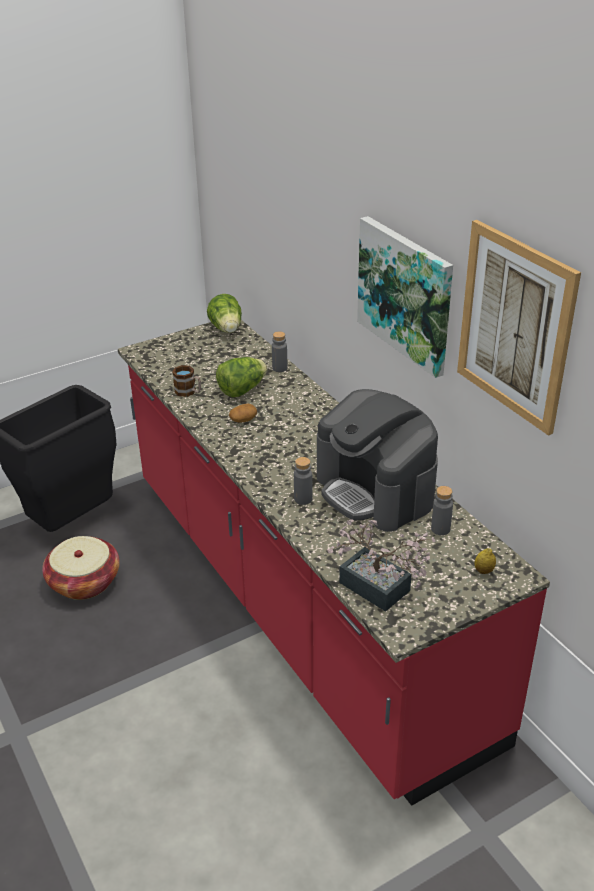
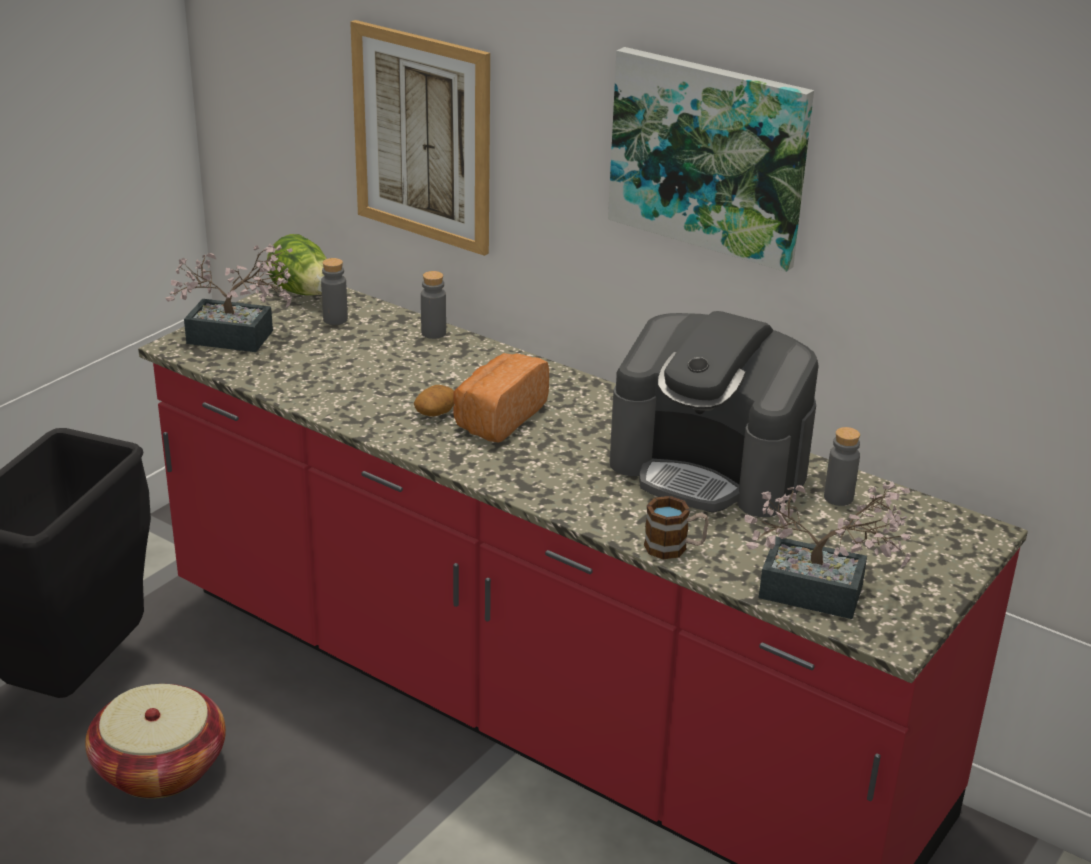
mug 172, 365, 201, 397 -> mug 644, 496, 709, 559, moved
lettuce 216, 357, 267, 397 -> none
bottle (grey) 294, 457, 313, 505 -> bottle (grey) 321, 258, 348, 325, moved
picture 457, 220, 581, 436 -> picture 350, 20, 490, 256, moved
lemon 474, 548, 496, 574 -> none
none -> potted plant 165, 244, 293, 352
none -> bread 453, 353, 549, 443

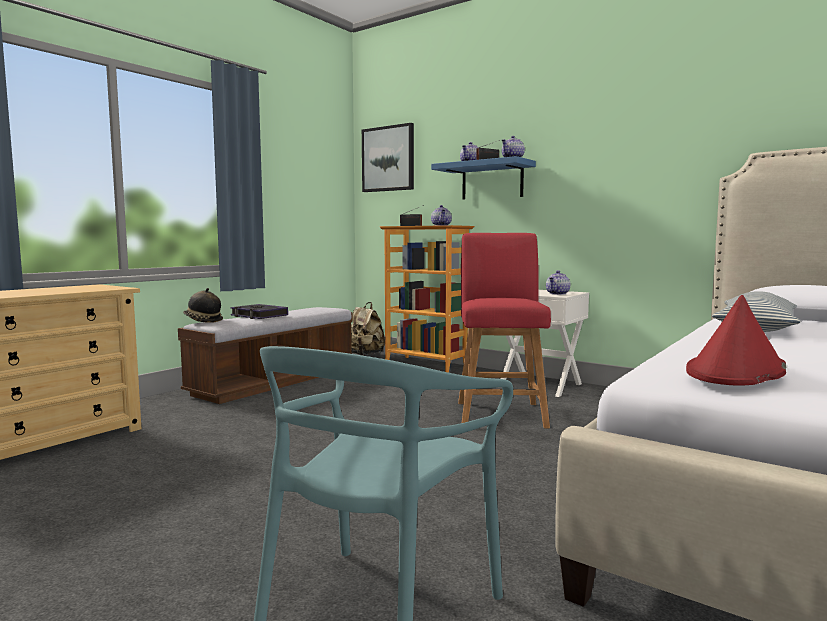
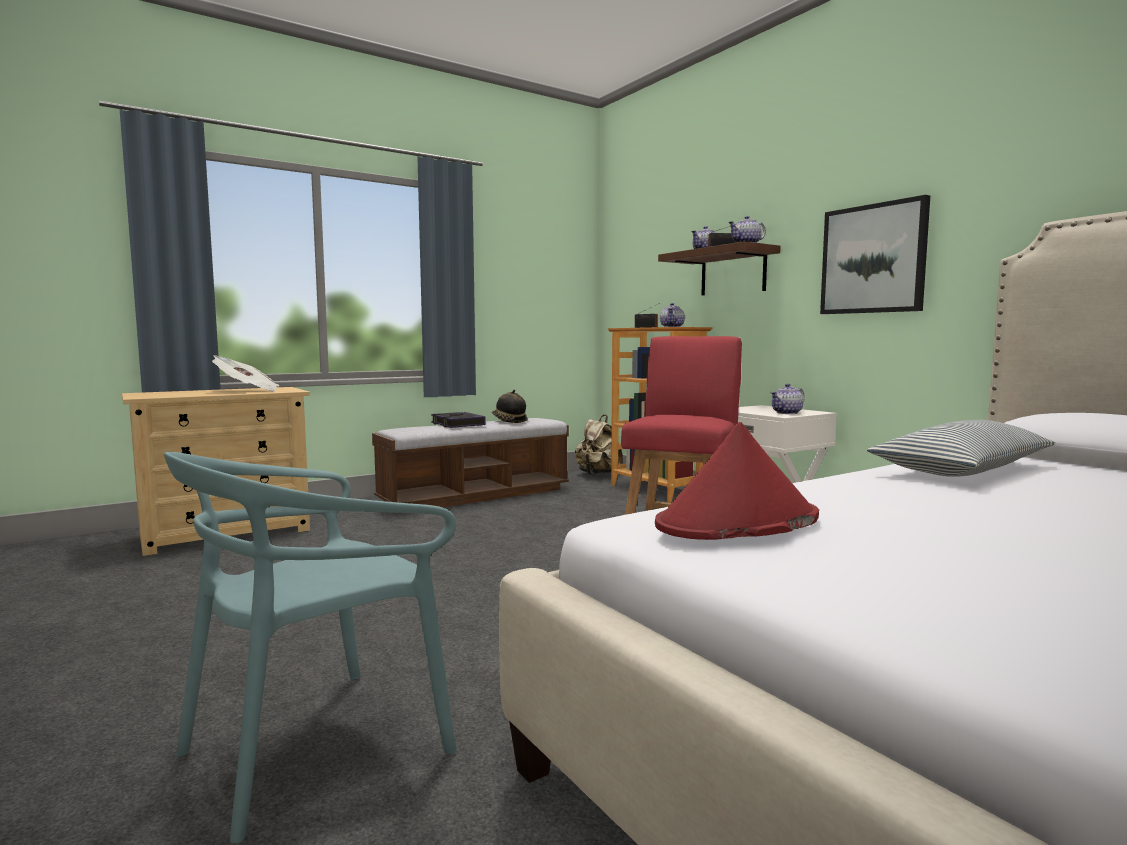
hat 183, 288, 223, 323 -> hat 492, 390, 528, 423, moved
picture 362, 123, 414, 192 -> picture 820, 195, 930, 314, moved
shelf (blue) 431, 156, 536, 199 -> shelf (brown) 658, 241, 781, 295
none -> newspaper 212, 355, 279, 392

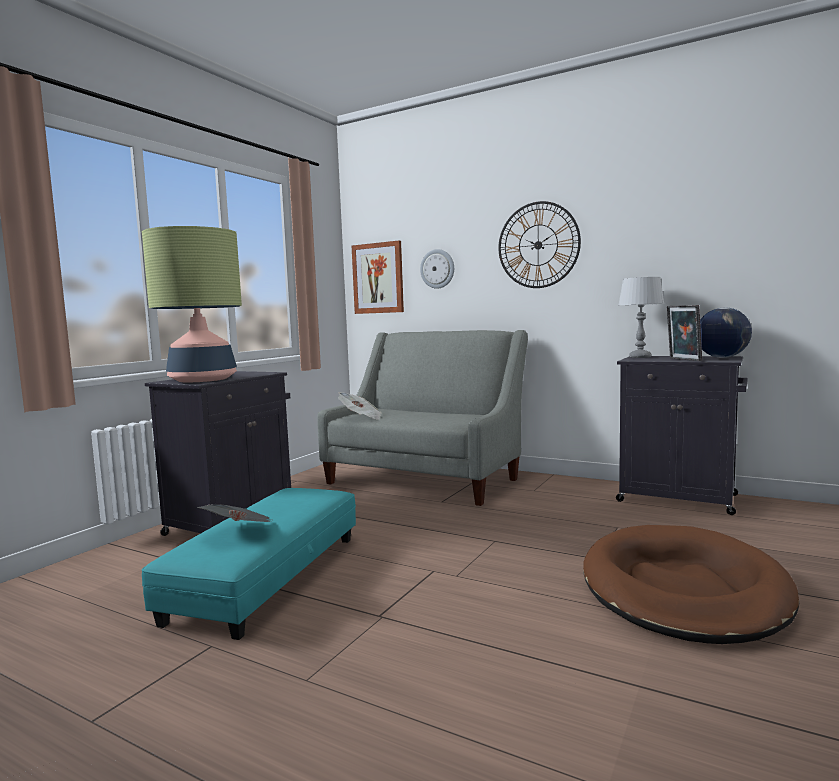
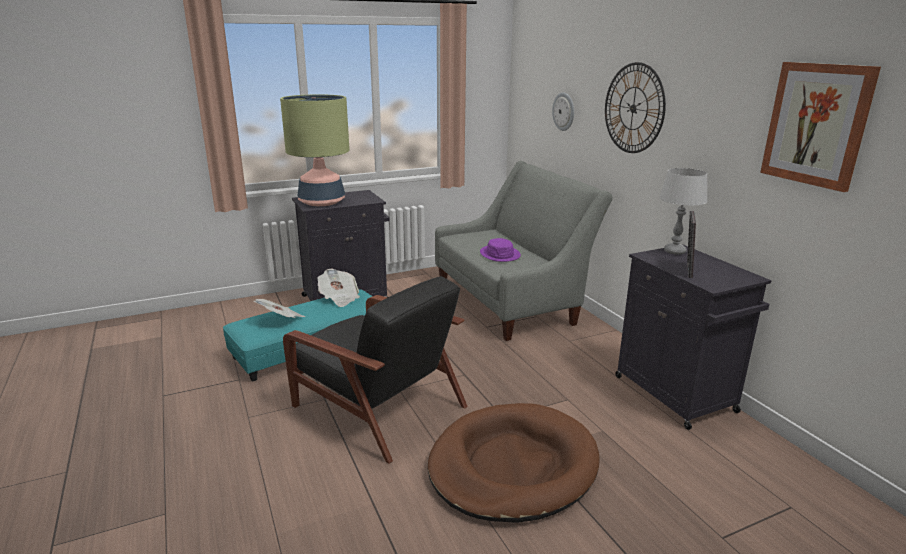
newspaper 338, 392, 382, 420 -> newspaper 317, 269, 360, 307, moved
picture 352, 240, 404, 314 -> picture 760, 62, 881, 192, moved
globe 700, 307, 752, 358 -> none
none -> armchair (black) 283, 276, 468, 464
none -> hat (purple) 480, 238, 521, 262

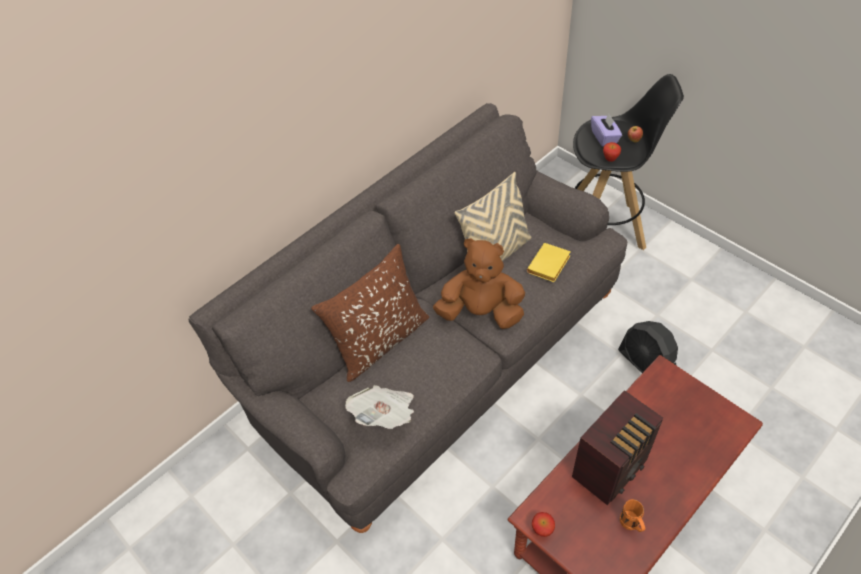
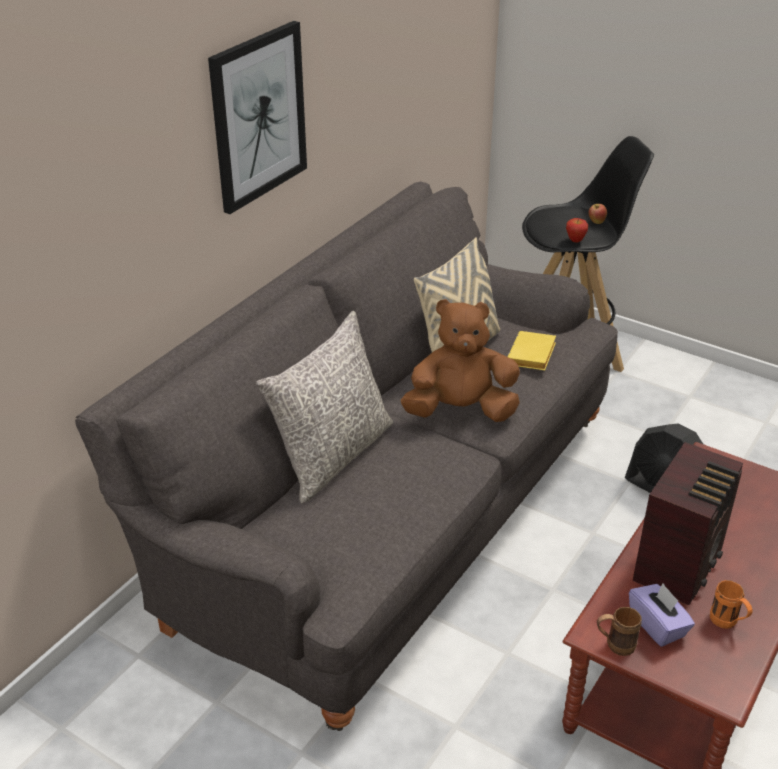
pillow (brown) 311, 244, 429, 382 -> pillow (grey) 256, 311, 393, 503
newspaper 345, 385, 414, 429 -> none
apple 532, 512, 555, 537 -> mug (brown) 597, 607, 642, 656
tissue box (purple) 591, 114, 622, 147 -> tissue box (purple) 629, 583, 695, 647, moved
none -> picture 208, 21, 307, 214

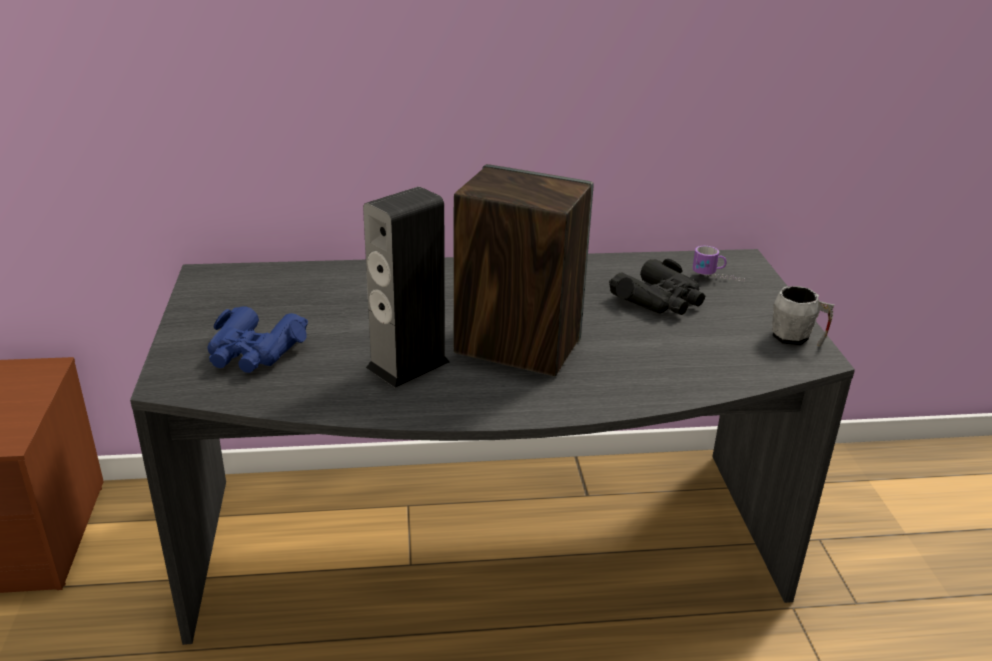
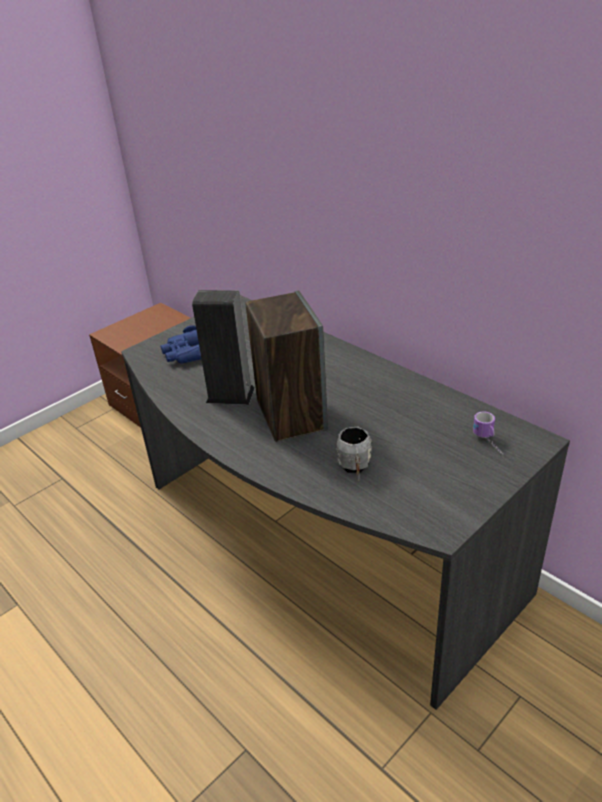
binoculars (black) 609, 259, 706, 315 -> none
mug (grey) 772, 286, 835, 346 -> mug (grey) 337, 427, 372, 481, moved

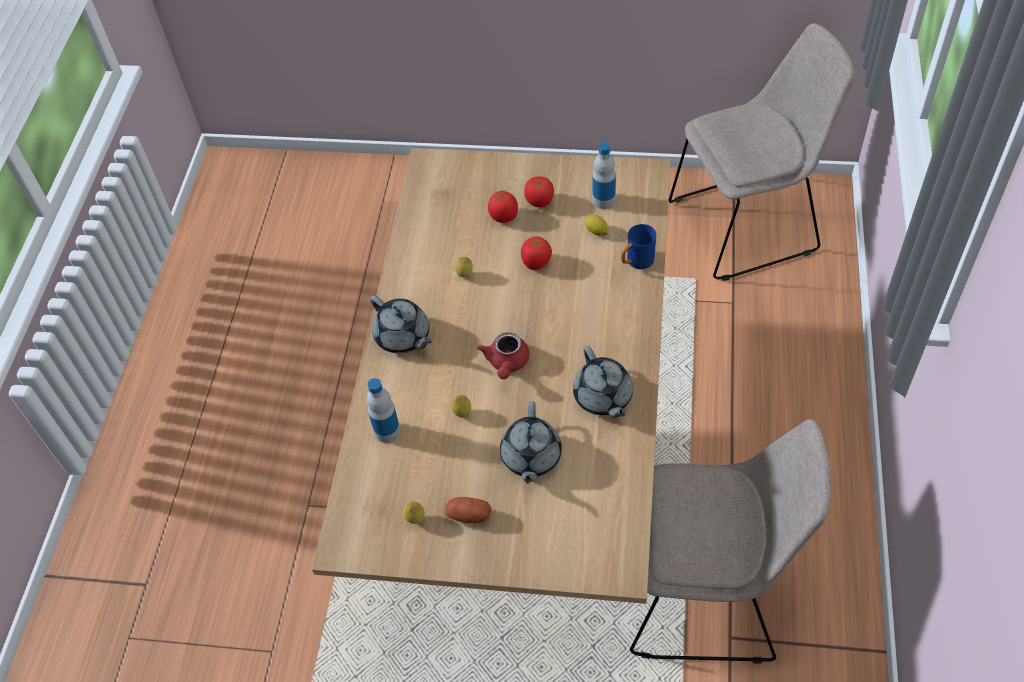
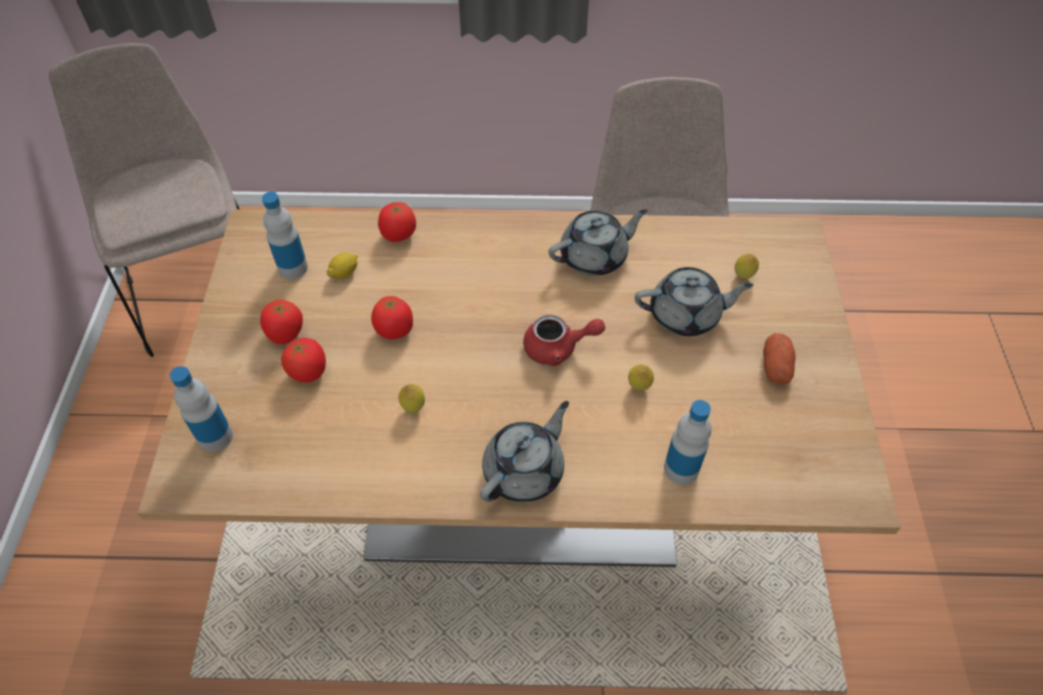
lemon 403, 502, 425, 524 -> lemon 734, 254, 759, 279, moved
mug (blue) 621, 224, 656, 269 -> tomato 378, 202, 416, 242
none -> bottle 170, 366, 233, 452

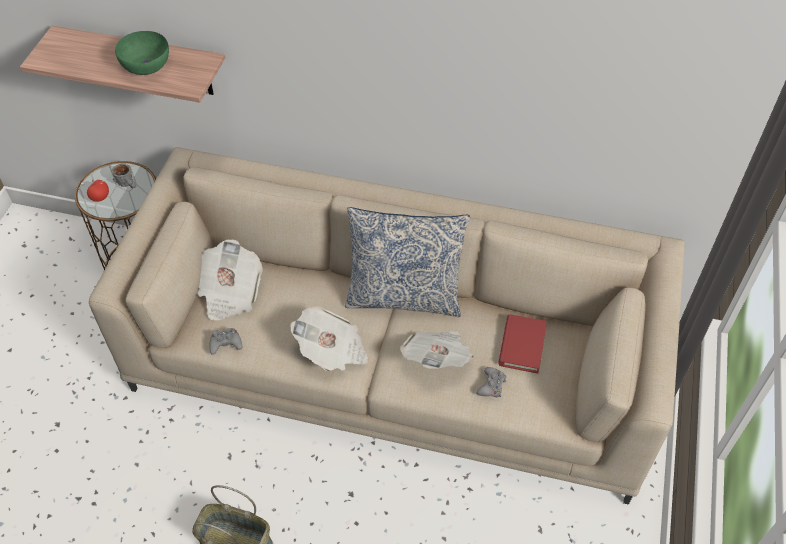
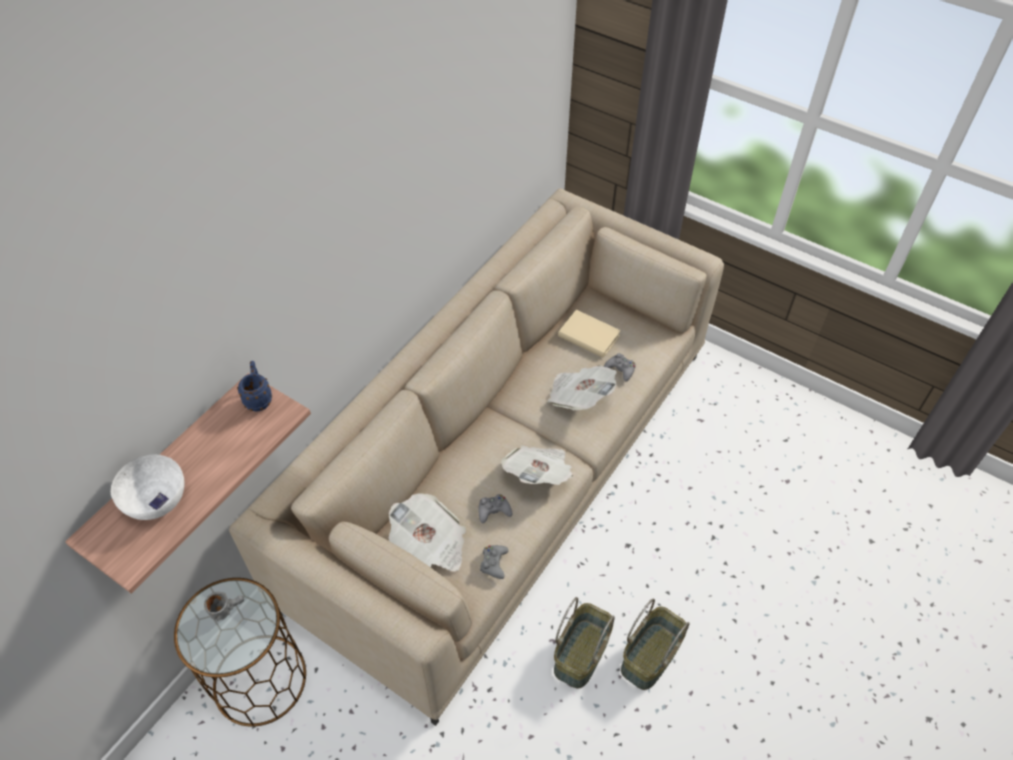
apple 87, 180, 109, 202 -> none
bowl (green) 115, 31, 169, 75 -> none
pillow 345, 207, 470, 317 -> none
book (red) 498, 314, 547, 373 -> book (beige) 558, 310, 621, 358
none -> bowl (white) 111, 455, 185, 520
none -> mug (blue) 237, 361, 272, 412
none -> game controller (grey) 478, 494, 512, 523
none -> basket 554, 597, 615, 688

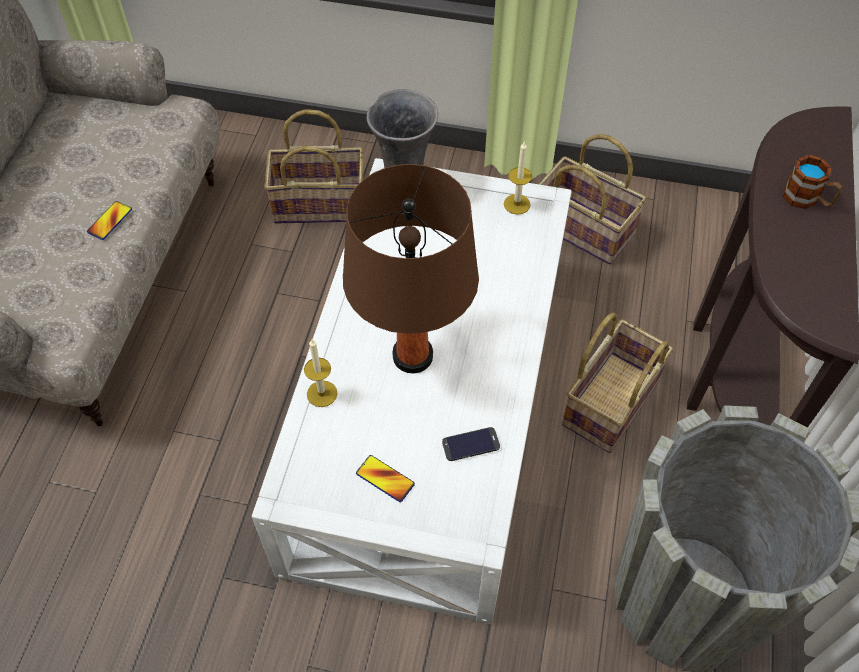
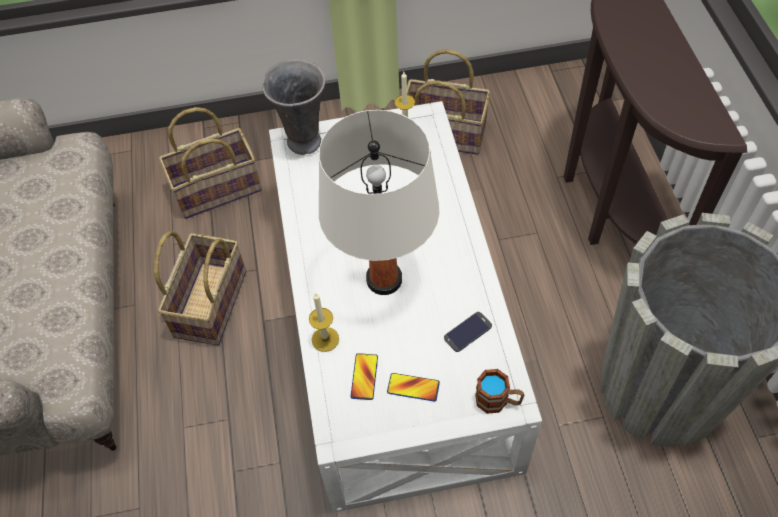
phone 87, 201, 132, 240 -> phone 351, 353, 378, 400, moved
table lamp (brown) 343, 164, 479, 373 -> table lamp (white) 319, 110, 440, 295
basket 562, 312, 673, 453 -> basket 154, 231, 246, 346, moved
mug 783, 155, 842, 209 -> mug 475, 369, 524, 414, moved

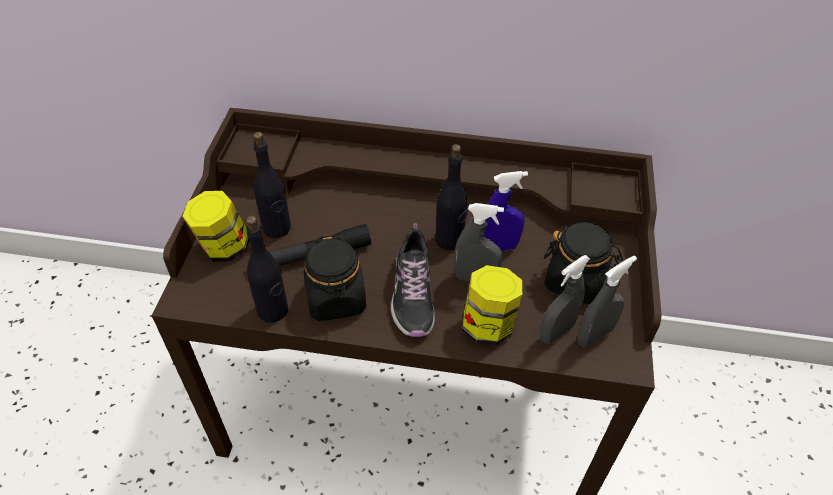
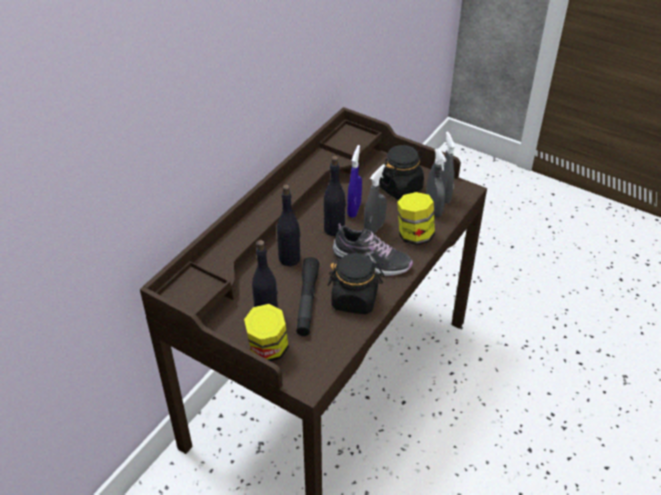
bottle (black) 246, 215, 288, 323 -> bottle (black) 277, 185, 300, 266, moved

